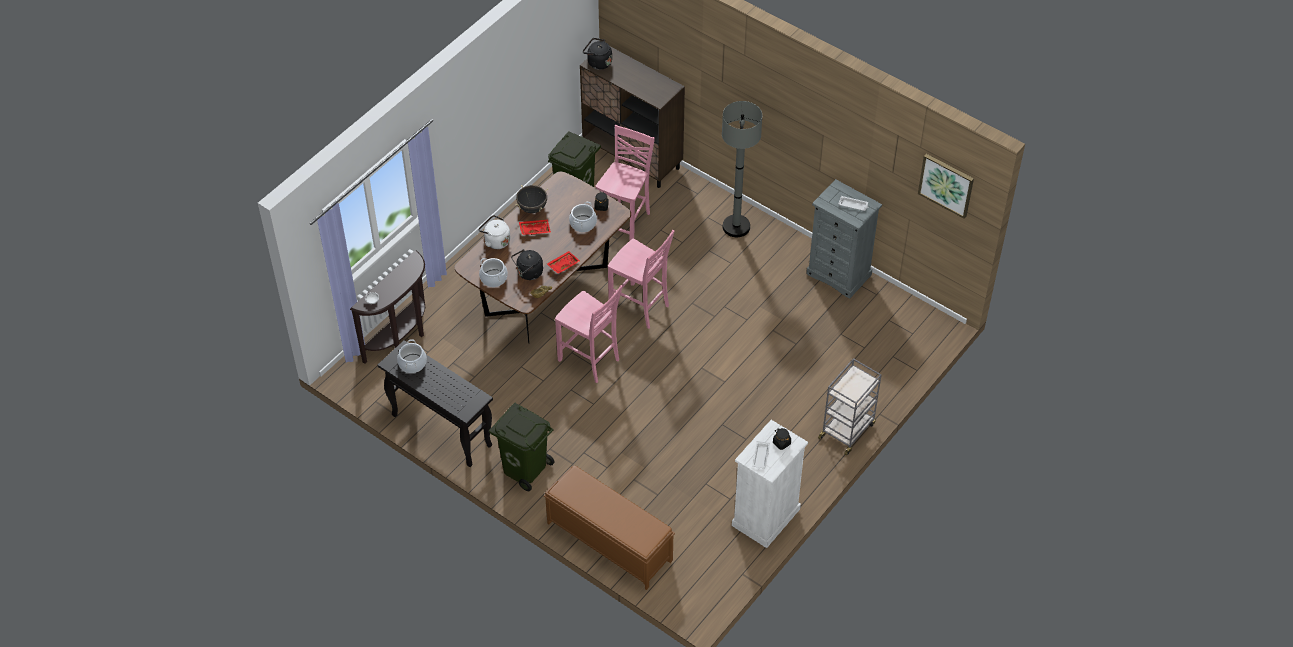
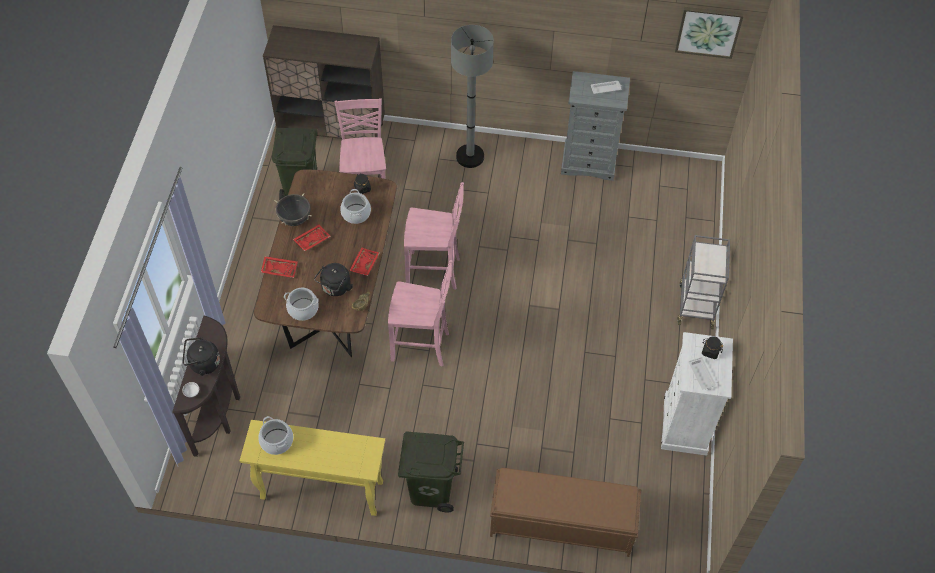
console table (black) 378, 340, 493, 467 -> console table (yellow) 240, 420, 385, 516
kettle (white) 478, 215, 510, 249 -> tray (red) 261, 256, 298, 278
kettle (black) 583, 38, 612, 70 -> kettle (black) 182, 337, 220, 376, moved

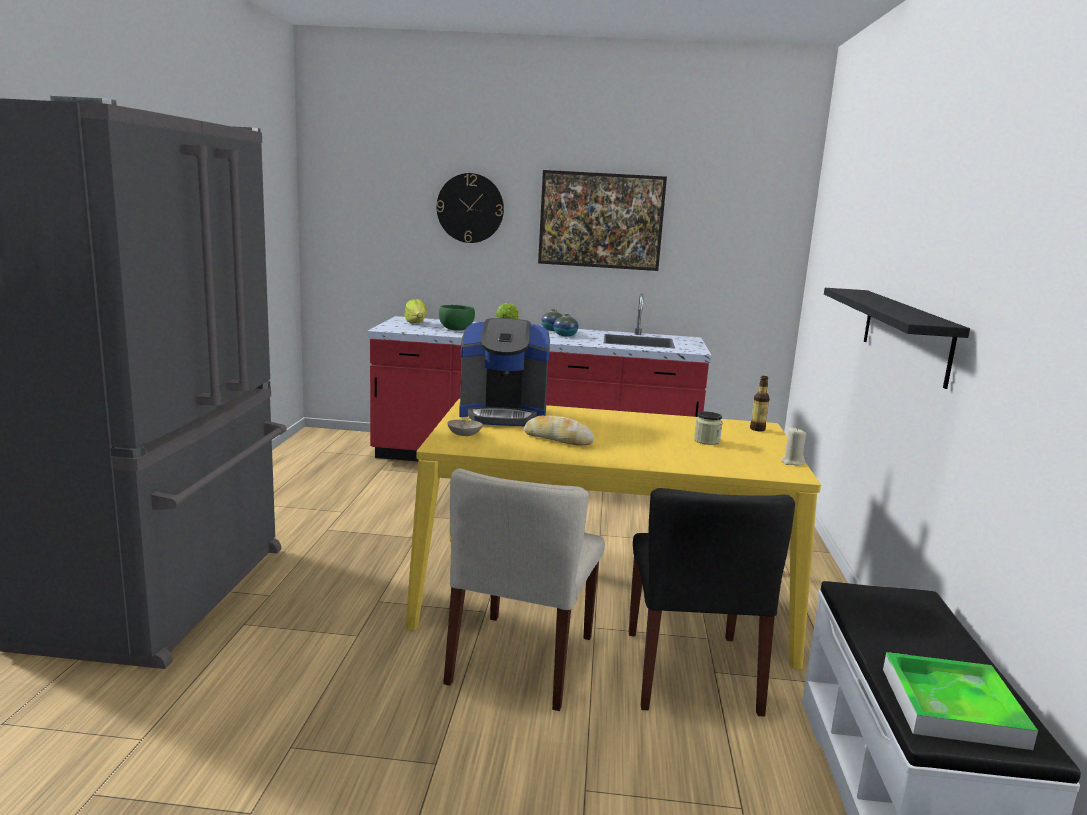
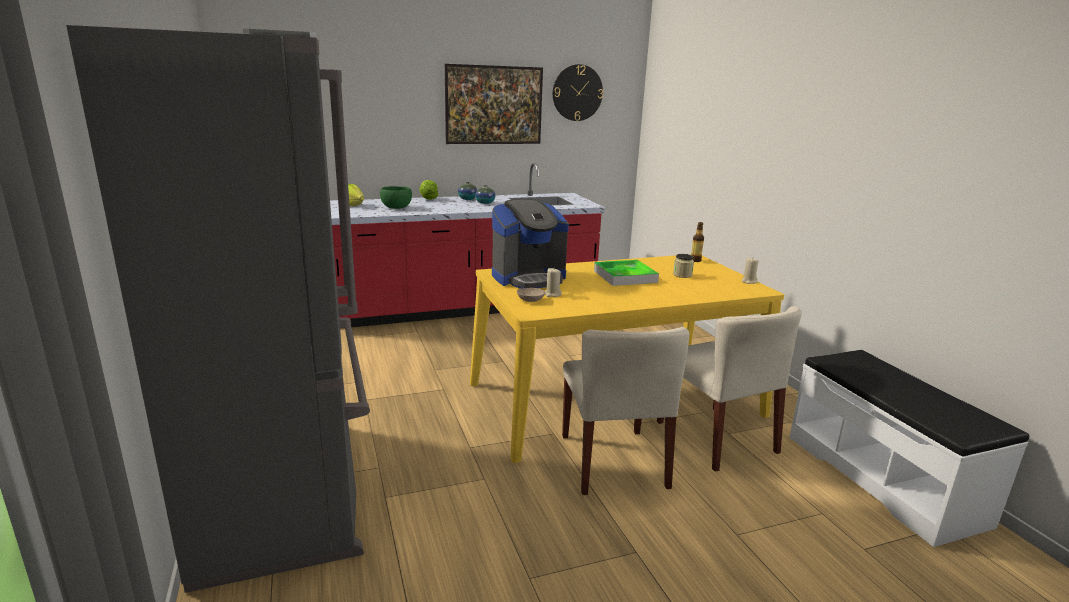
wall clock 437, 173, 504, 243 -> wall clock 553, 64, 603, 121, moved
bread 524, 416, 594, 446 -> none
chair (black) 629, 488, 795, 716 -> chair (beige) 657, 306, 802, 472
shelf (black) 824, 288, 970, 389 -> none
tray 883, 652, 1038, 750 -> tray 594, 260, 659, 286, moved
none -> candle (beige) 545, 268, 562, 297

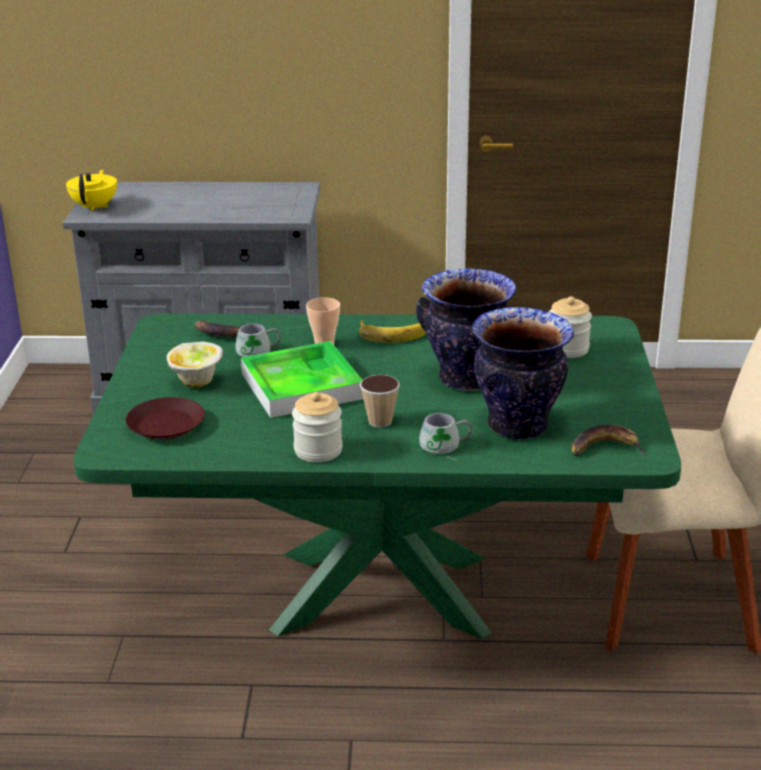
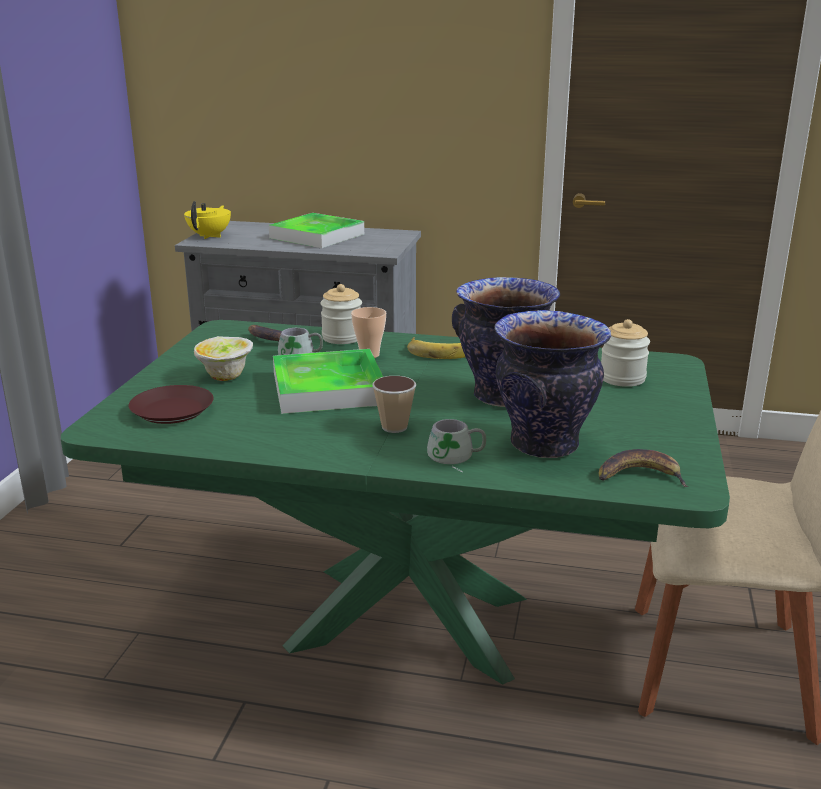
jar 292, 392, 343, 462 -> jar 320, 284, 362, 344, moved
none -> tray 269, 213, 364, 248

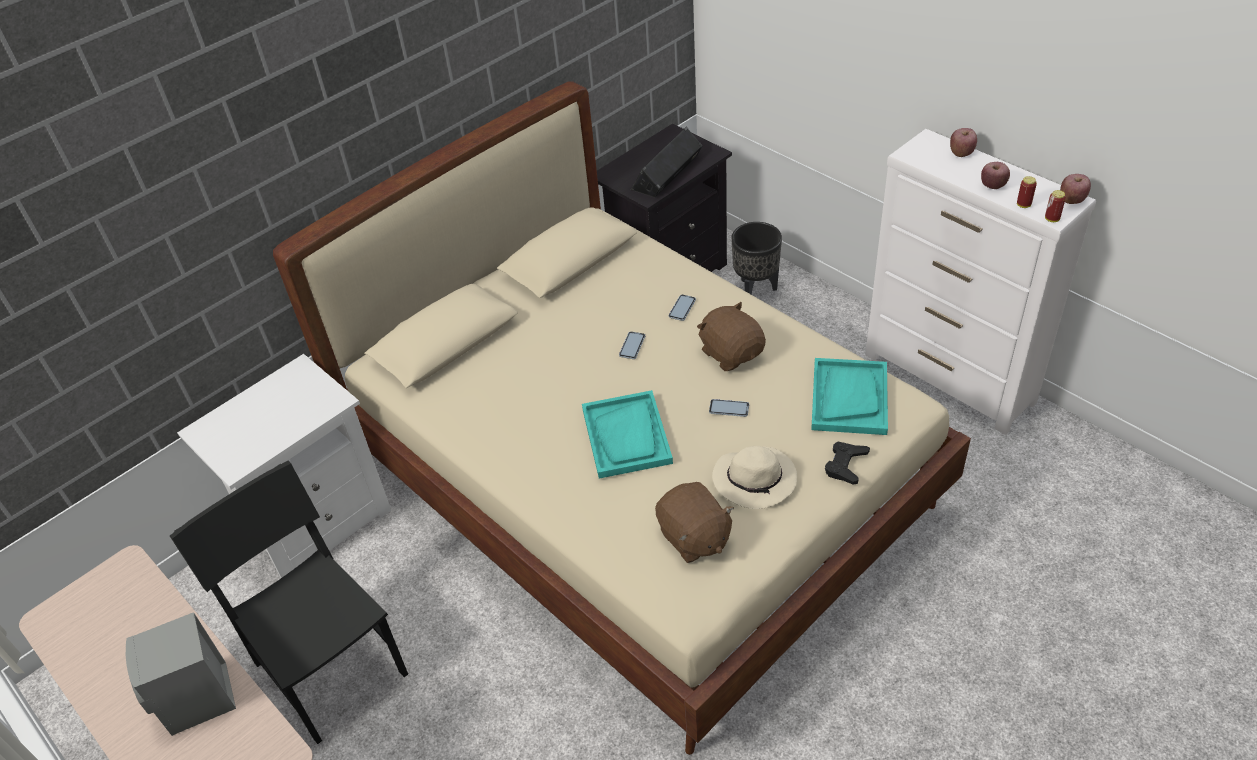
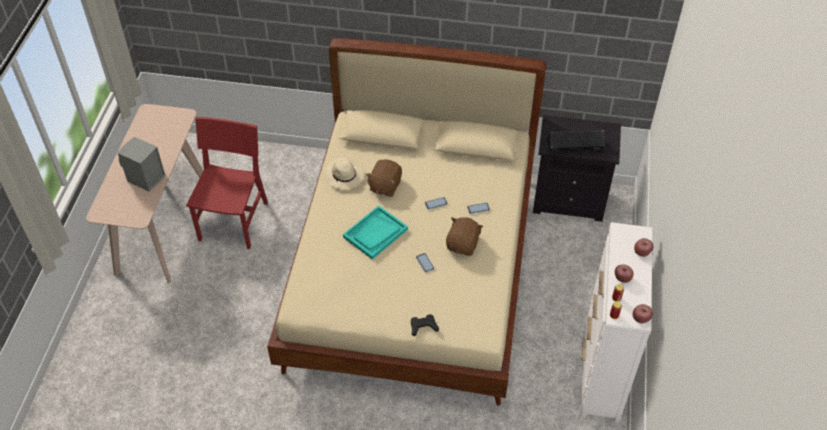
chair (black) 170, 460, 408, 744 -> chair (red) 186, 117, 268, 249
nightstand (white) 177, 354, 391, 578 -> none
plush toy (brown) 655, 482, 734, 563 -> plush toy (brown) 366, 159, 402, 197, moved
hat (beige) 712, 446, 797, 509 -> hat (beige) 325, 158, 364, 190, moved
planter (black) 731, 222, 782, 295 -> none
tray (turquoise) 811, 358, 888, 435 -> none

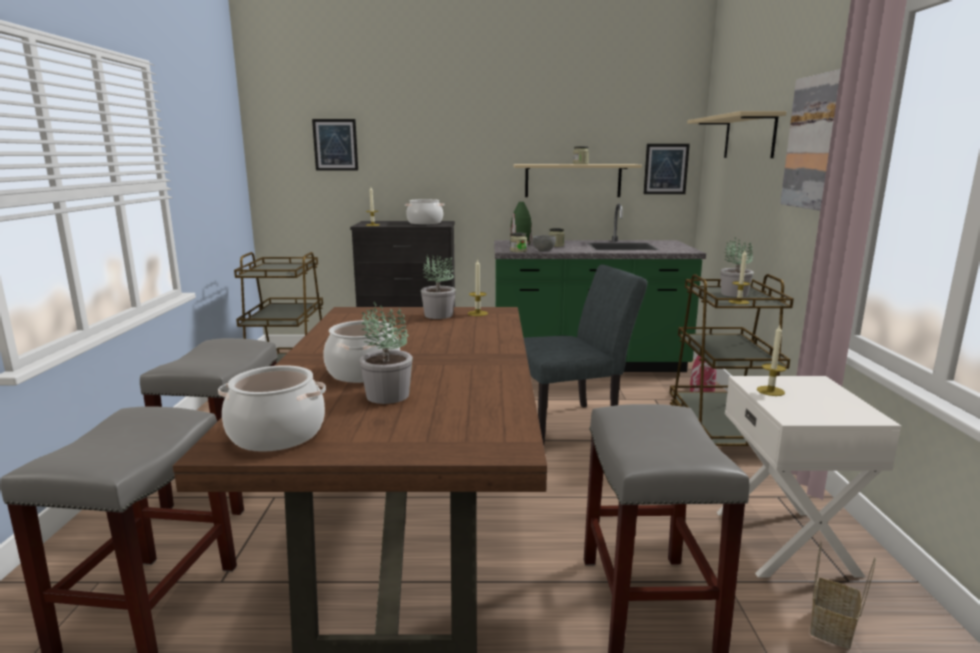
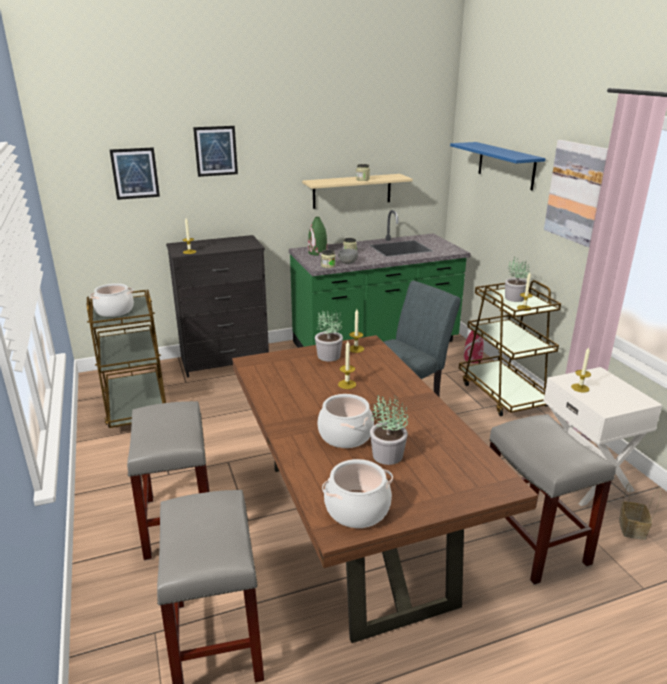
cooking pot 405, 199, 444, 225 -> cooking pot 89, 283, 134, 317, moved
picture 643, 144, 690, 194 -> picture 193, 126, 238, 177, moved
shelf (beige) 687, 111, 787, 158 -> shelf (blue) 450, 142, 546, 191
none -> candle 338, 341, 356, 389

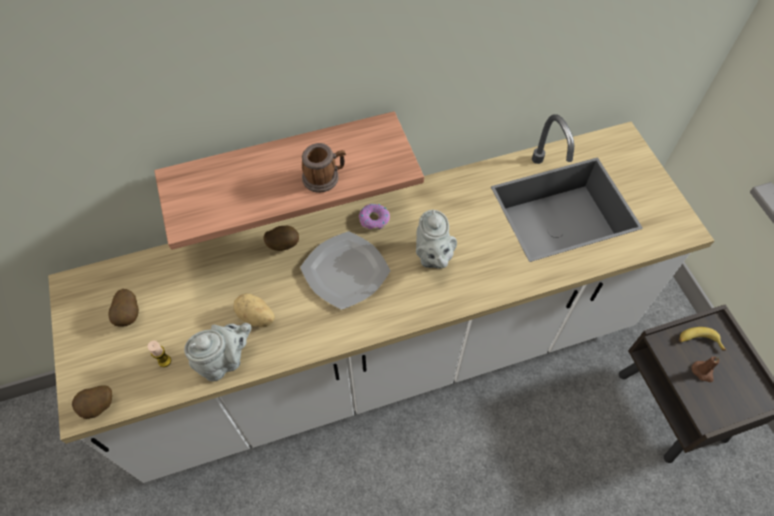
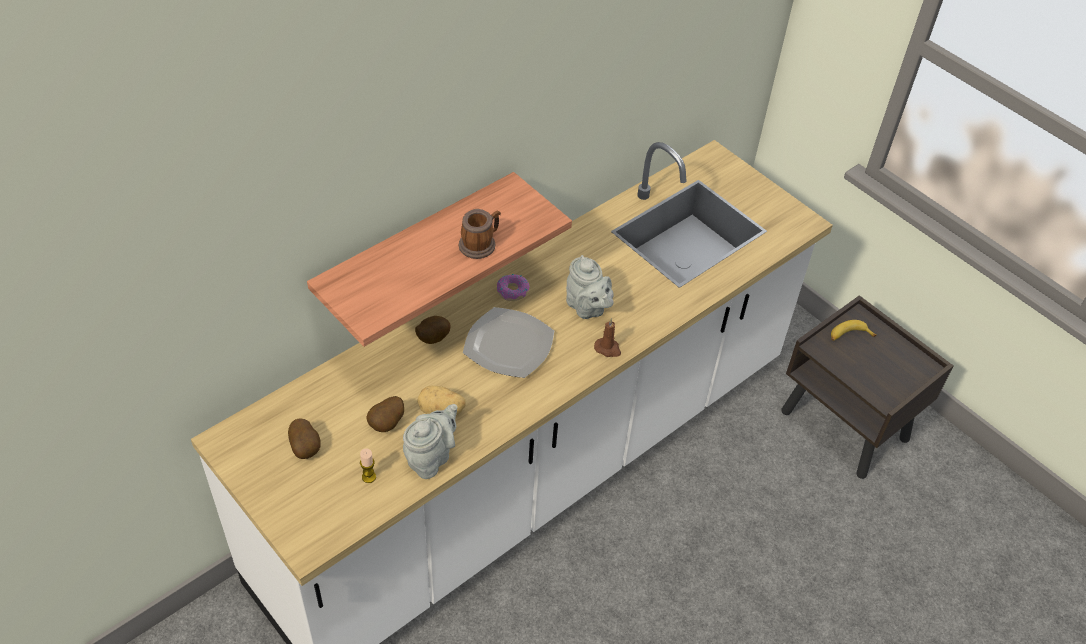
potato 72, 385, 112, 419 -> potato 366, 396, 404, 432, moved
candle (brown) 692, 356, 719, 382 -> candle (brown) 594, 318, 621, 357, moved

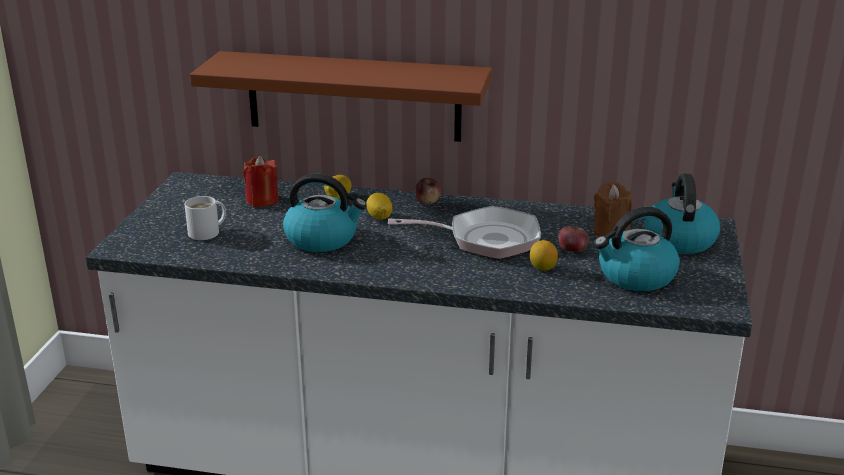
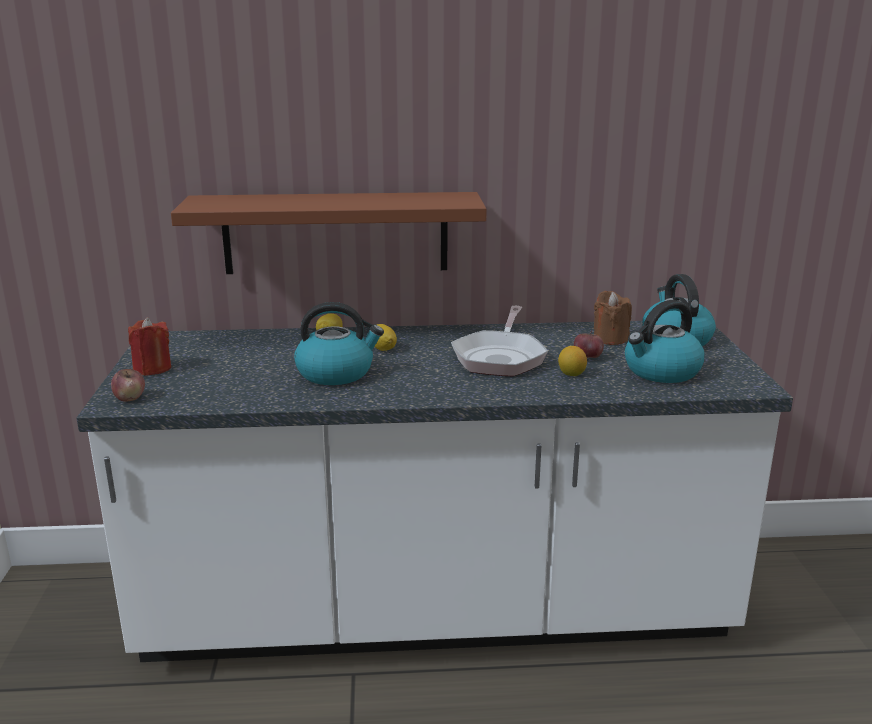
mug (white) 184, 196, 226, 240 -> none
candle (red) 243, 156, 279, 207 -> candle (red) 128, 317, 171, 376, moved
frying pan 388, 206, 541, 259 -> frying pan 451, 306, 548, 376, 120 degrees clockwise
apple 415, 178, 441, 205 -> apple 111, 369, 145, 402, moved

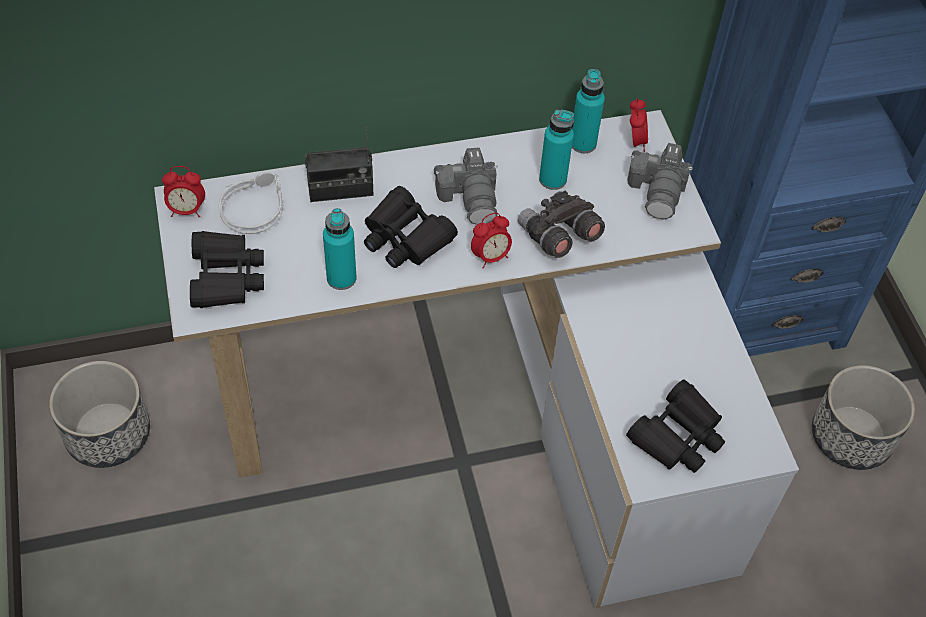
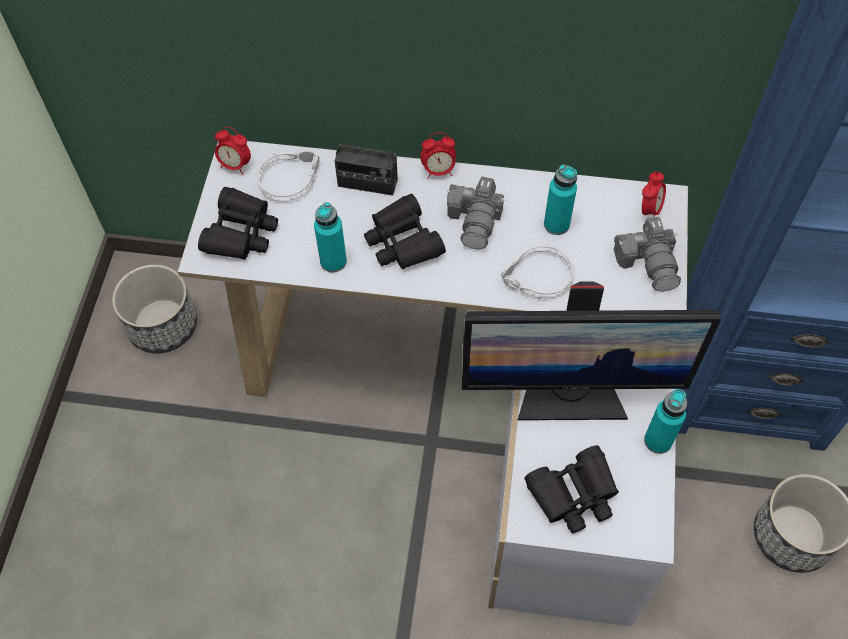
alarm clock 471, 213, 512, 269 -> alarm clock 420, 133, 456, 179, moved
binoculars (grey) 518, 190, 605, 258 -> headphones (grey) 501, 245, 574, 301
bottle (turquoise) 572, 69, 605, 153 -> bottle (turquoise) 644, 389, 687, 454, moved
photo camera 627, 143, 693, 219 -> photo camera 614, 217, 681, 292, 45 degrees counterclockwise
none -> monitor 462, 282, 721, 420

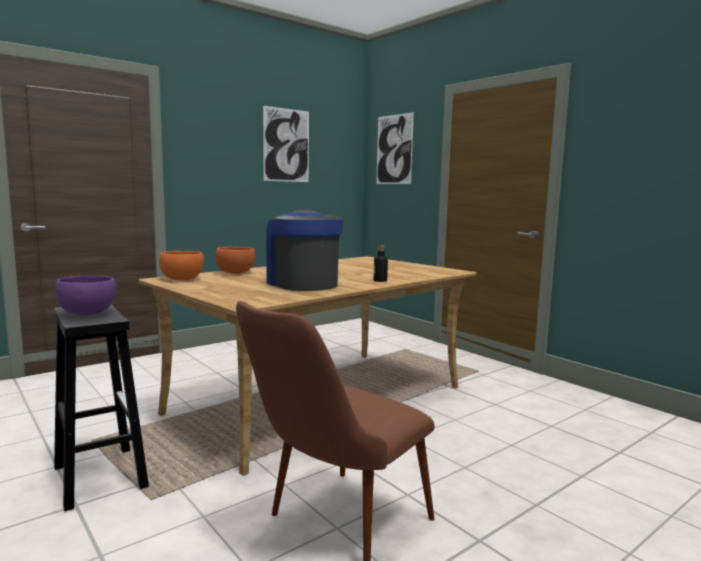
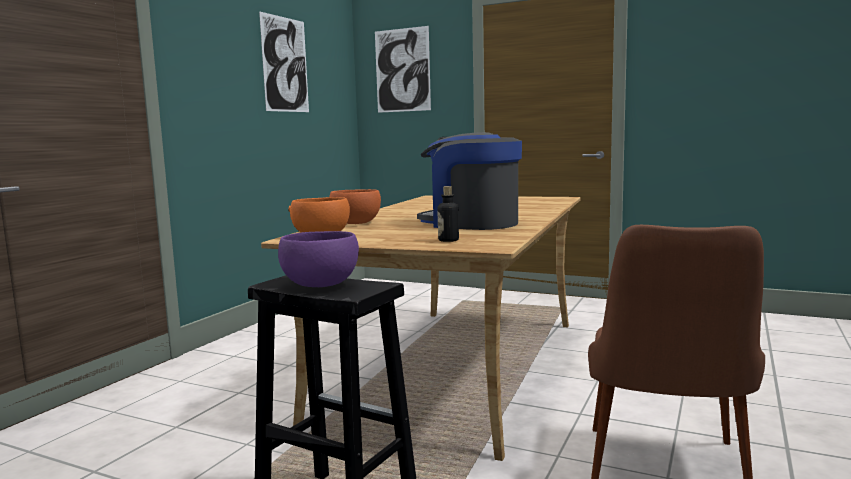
bottle 373, 245, 388, 282 -> bottle 437, 186, 459, 242, moved

